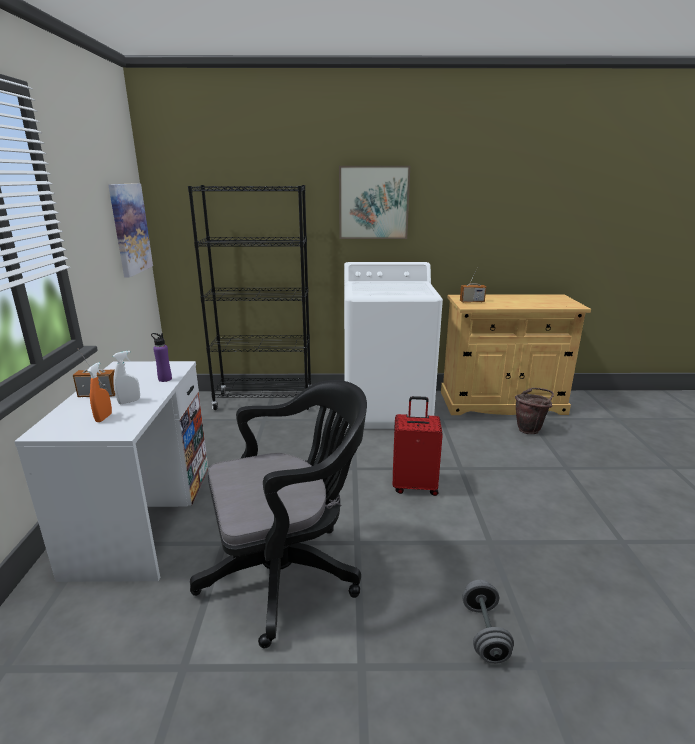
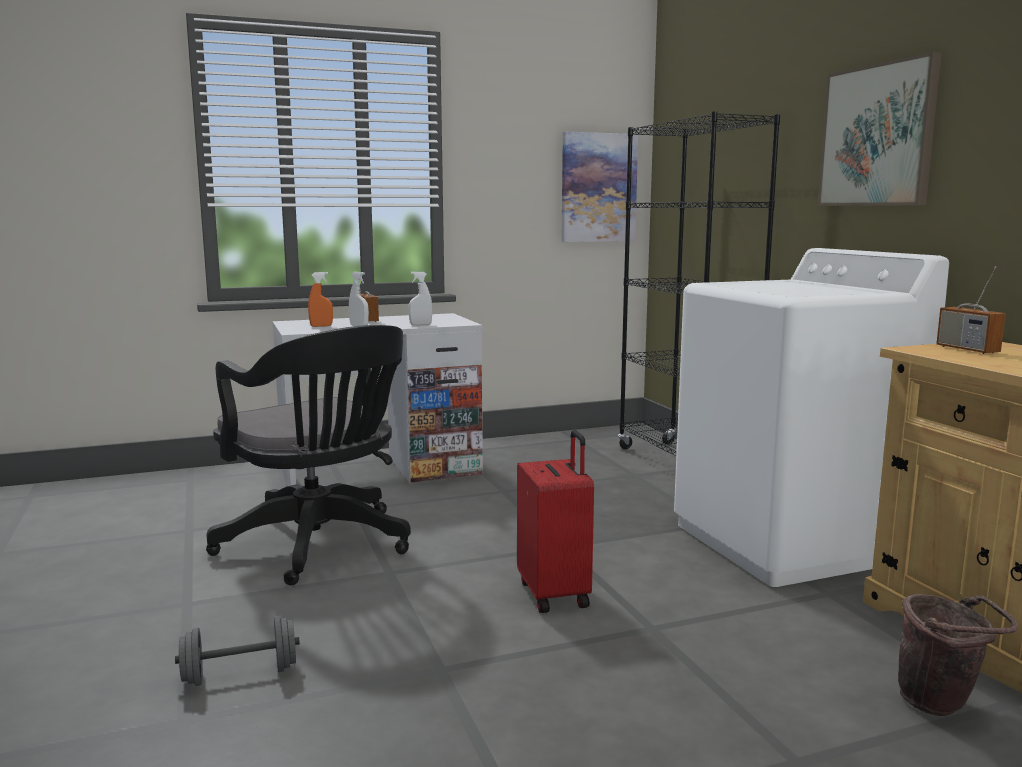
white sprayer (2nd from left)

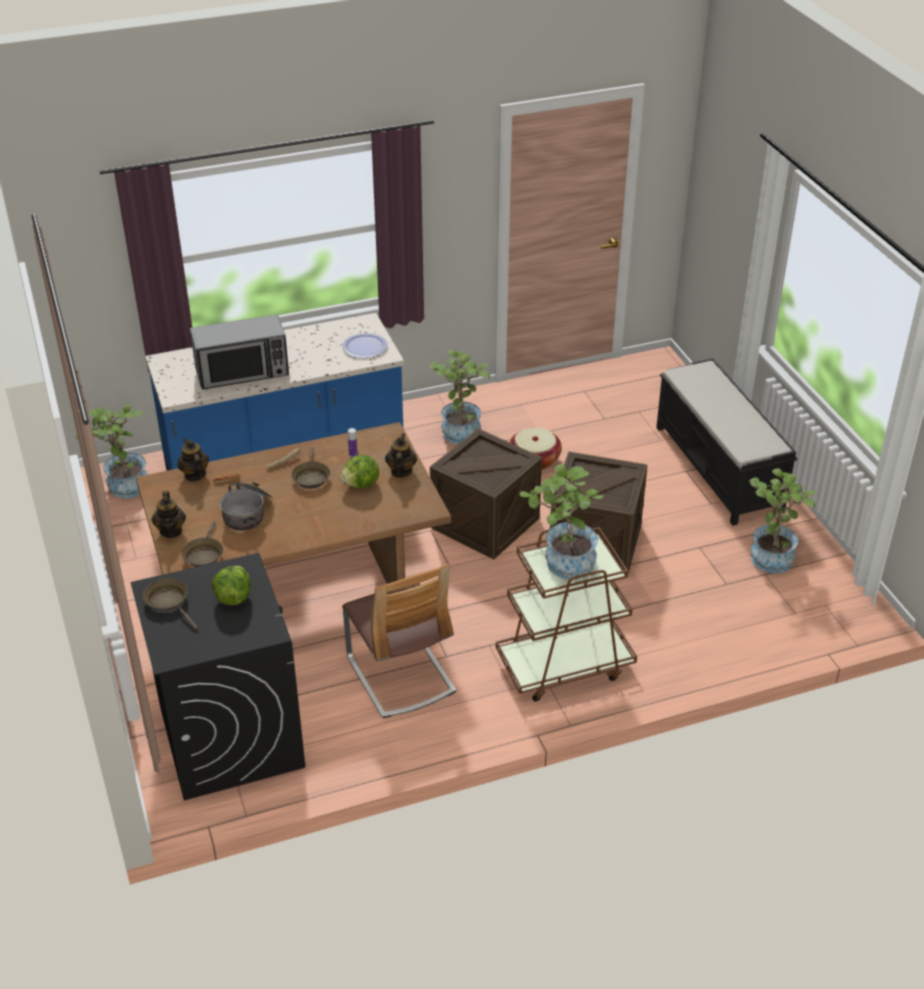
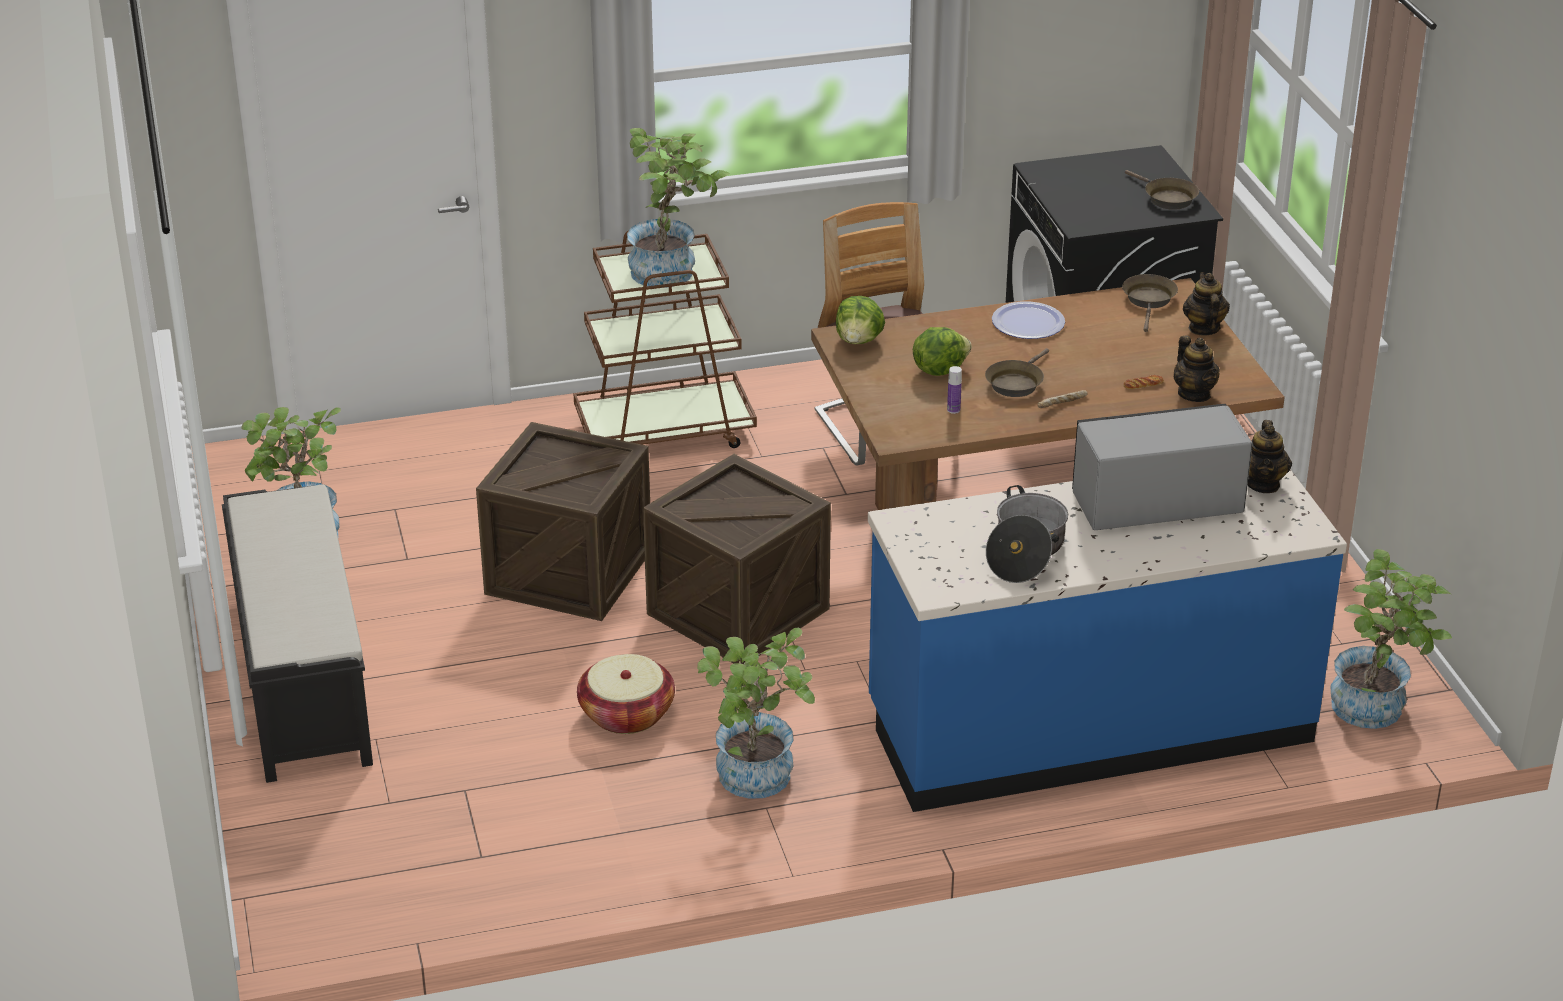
lettuce (1st from left)
brown skillet (1st from left)
saucepot
dinner plate
tea pot (3rd from left)

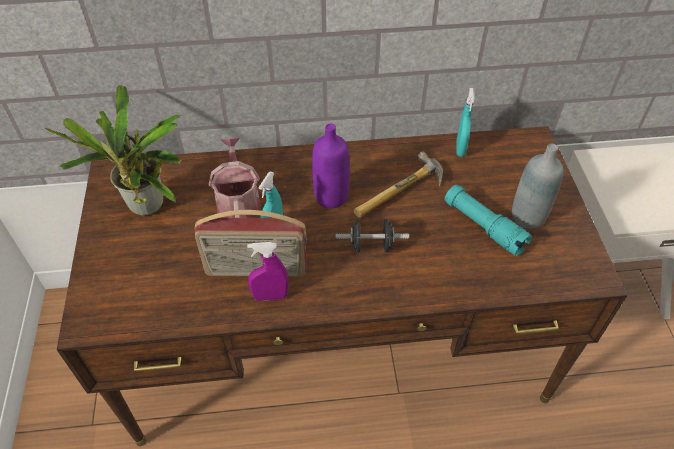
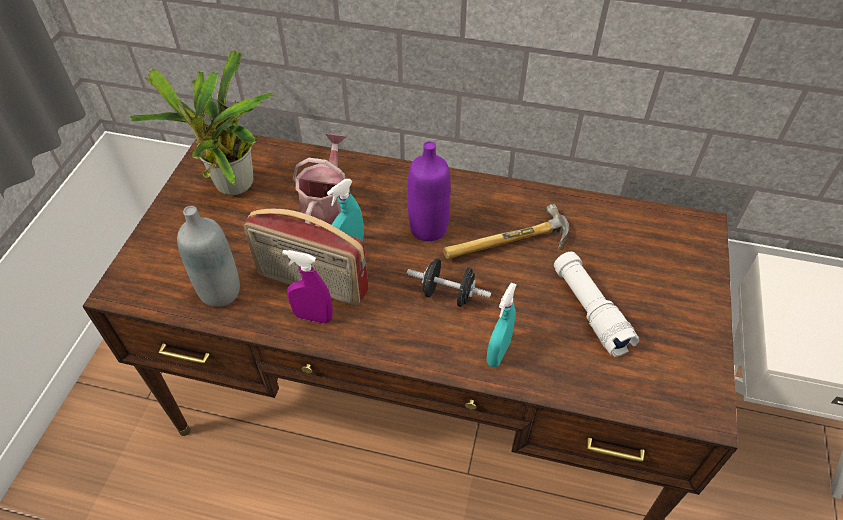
greyish drink bottle
turquoise sprayer (2nd from left)
white torch

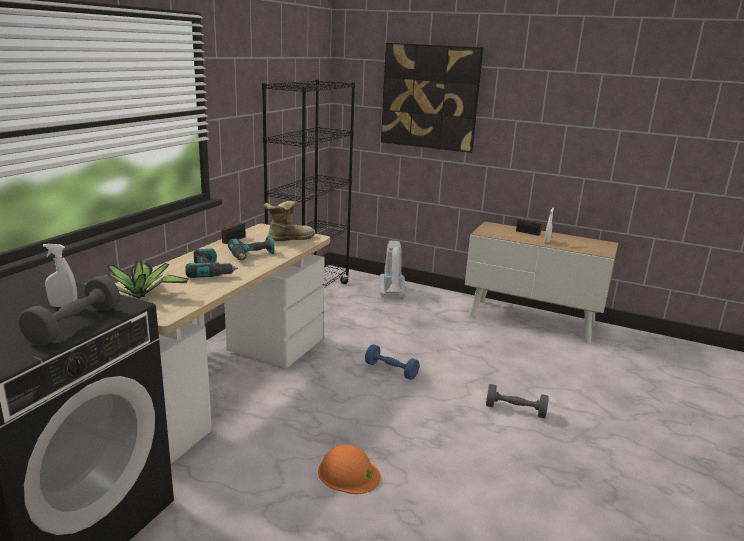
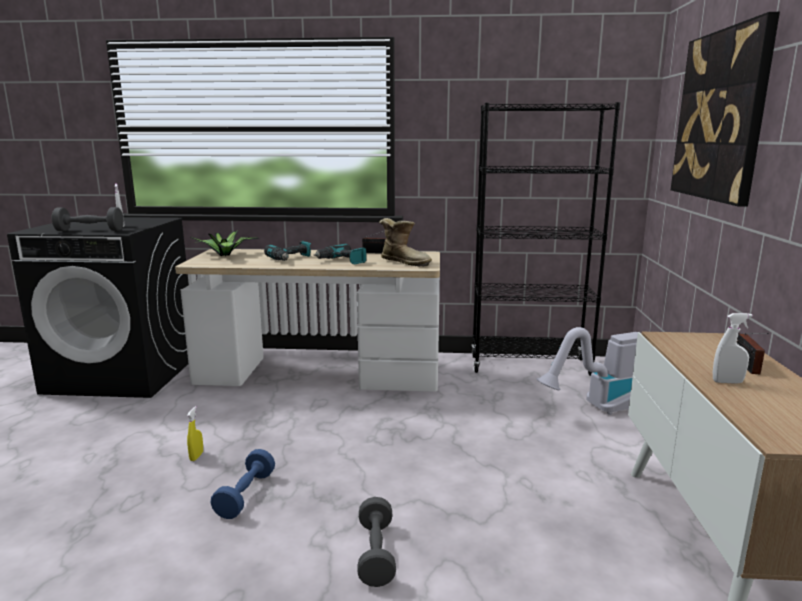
yellowish sprayer
blue-coloured dumbbell

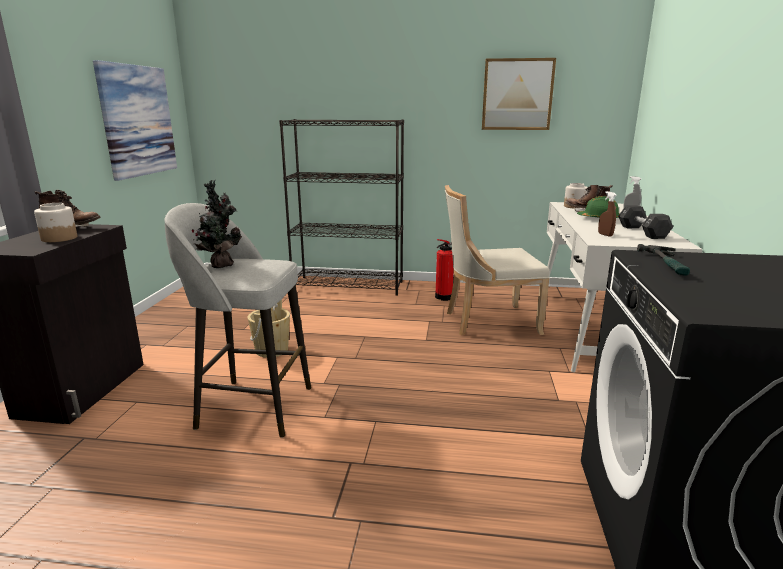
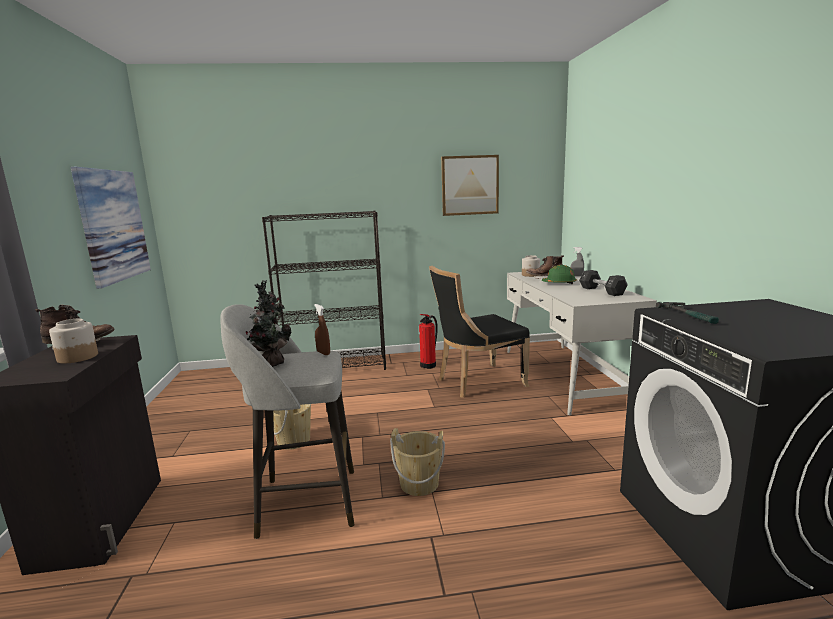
brown sprayer
sand-coloured water bucket (2nd from left)
blackish upright chair

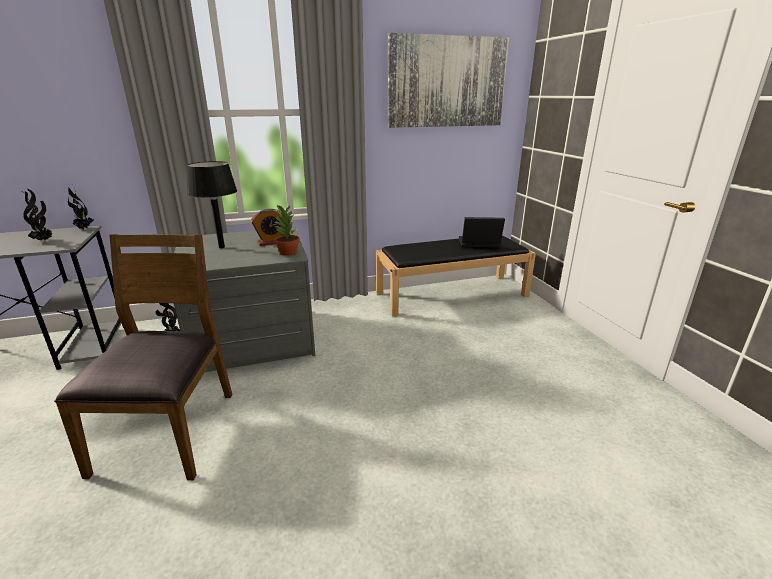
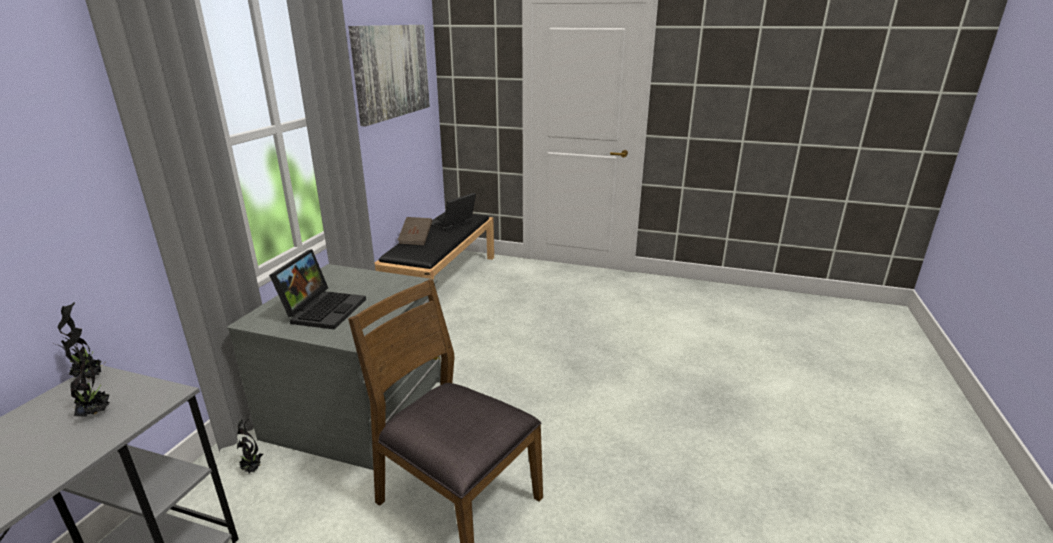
portable computer (1st from left)
brown book
bedside clock
plant in a pot (4th from left in the first image)

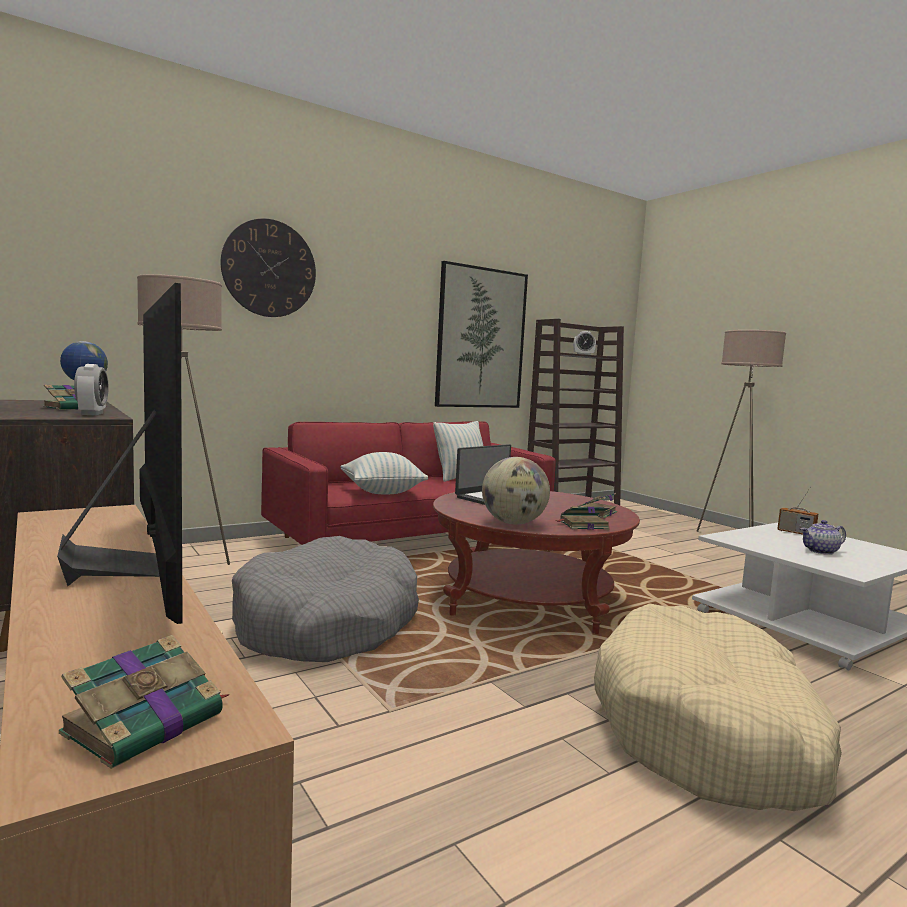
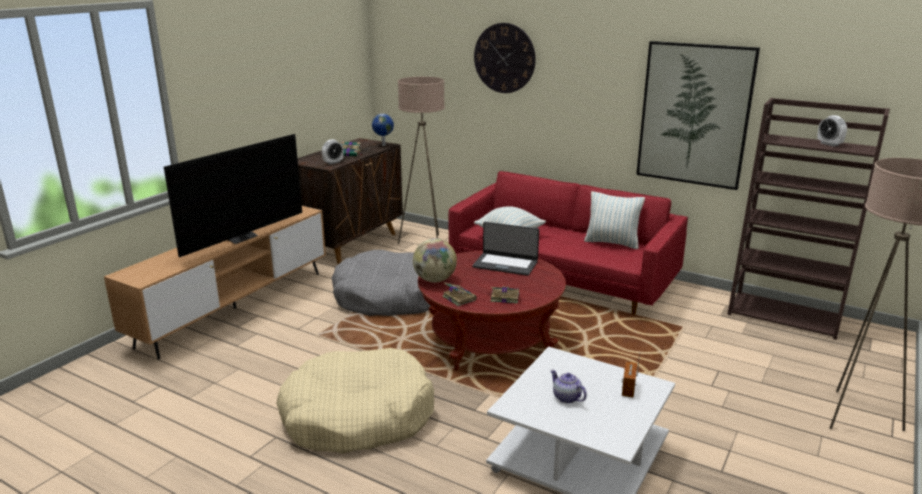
book (2nd from left in the first image)

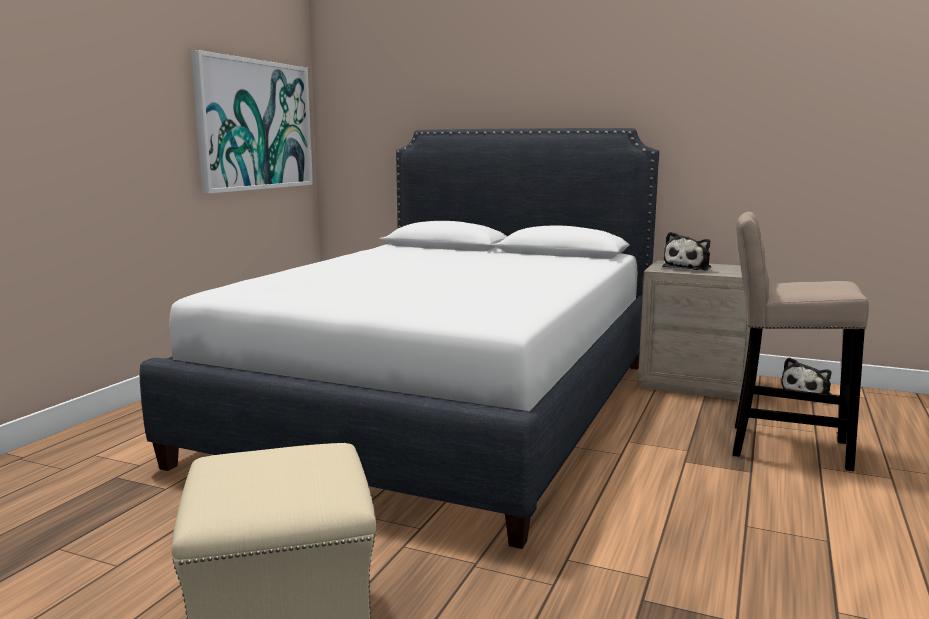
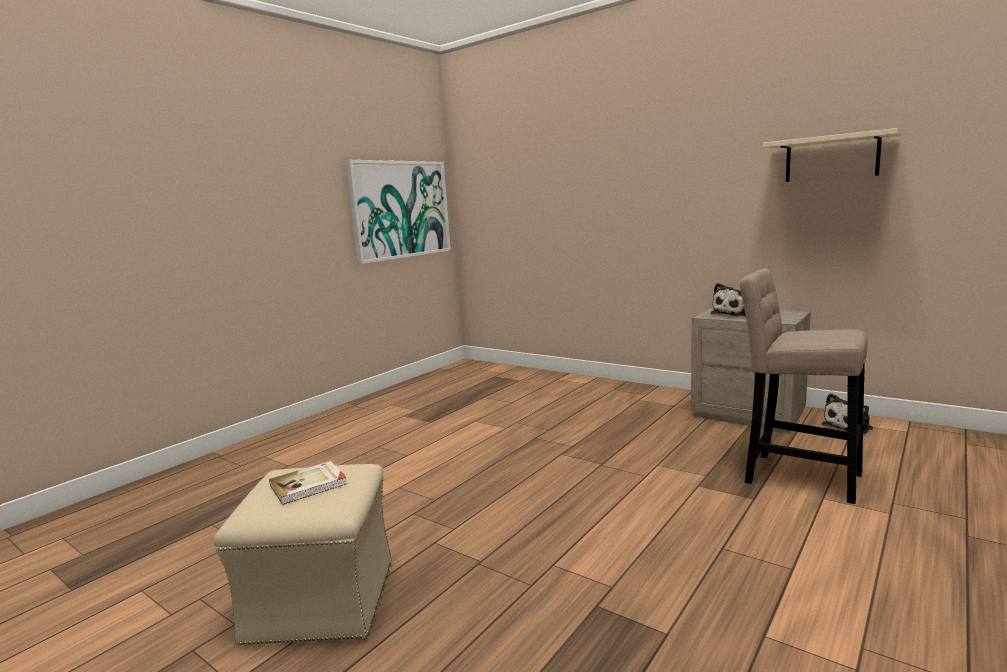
book
sand-coloured wall shelf
white bed

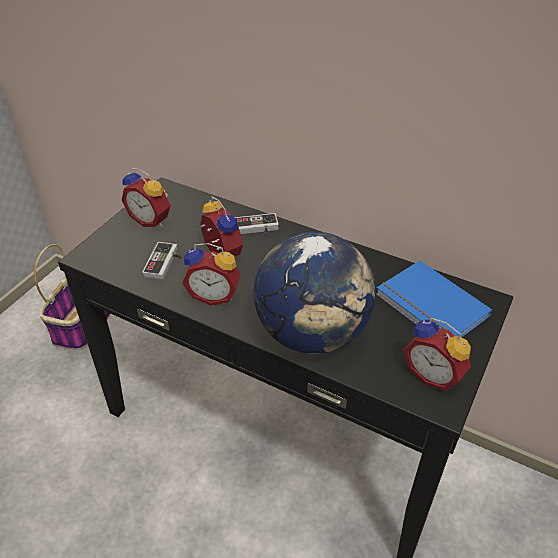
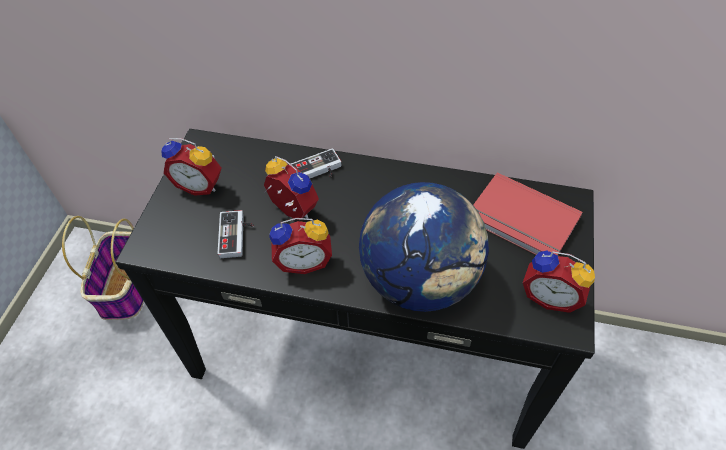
red book

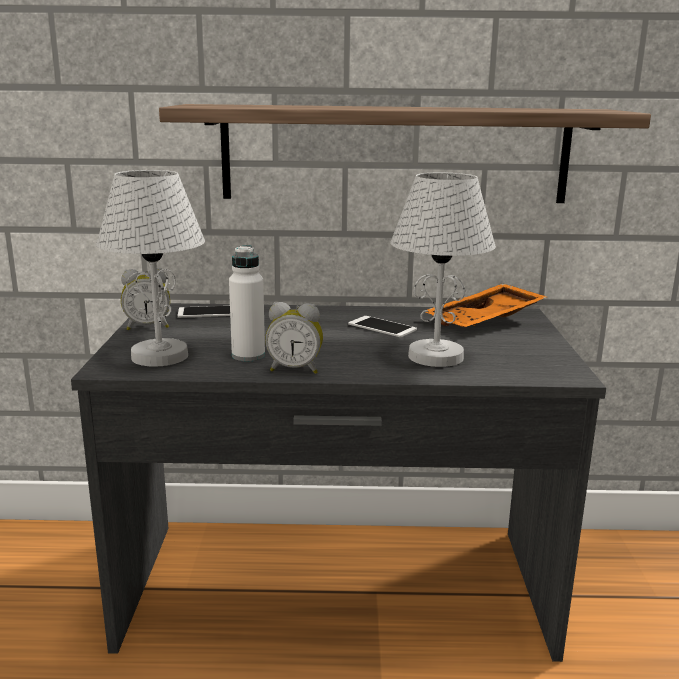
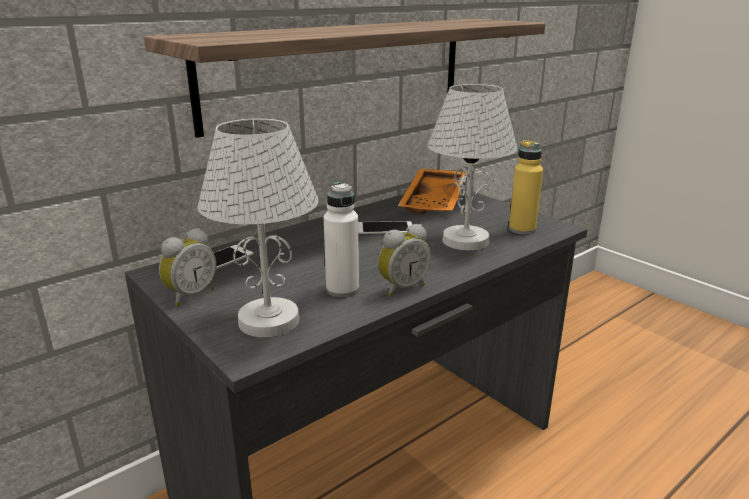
yellowish drink bottle

